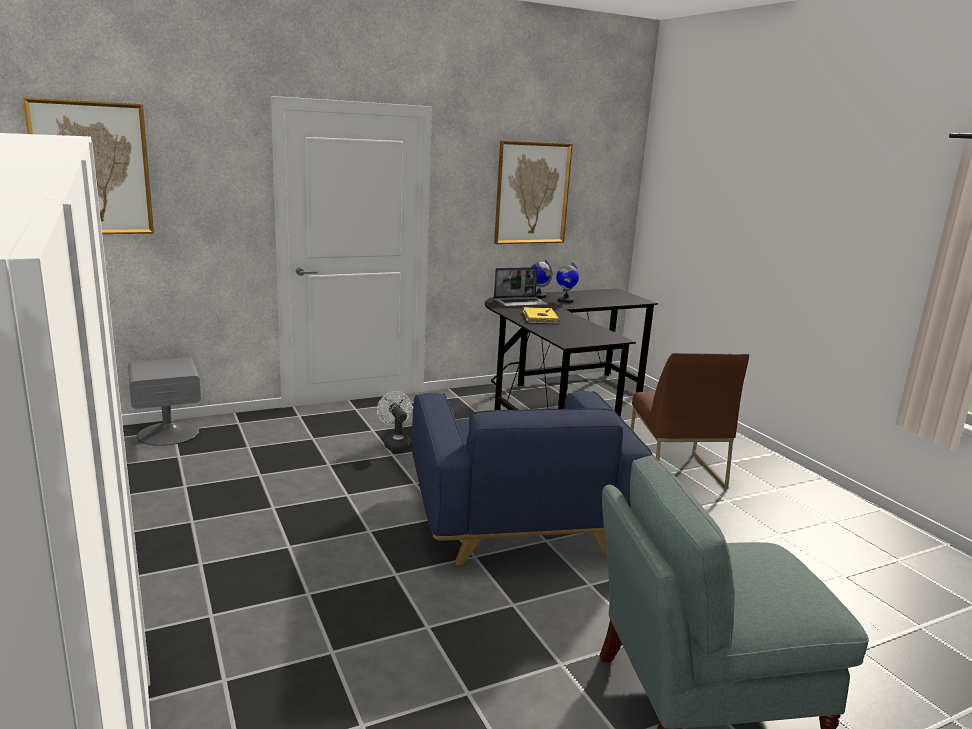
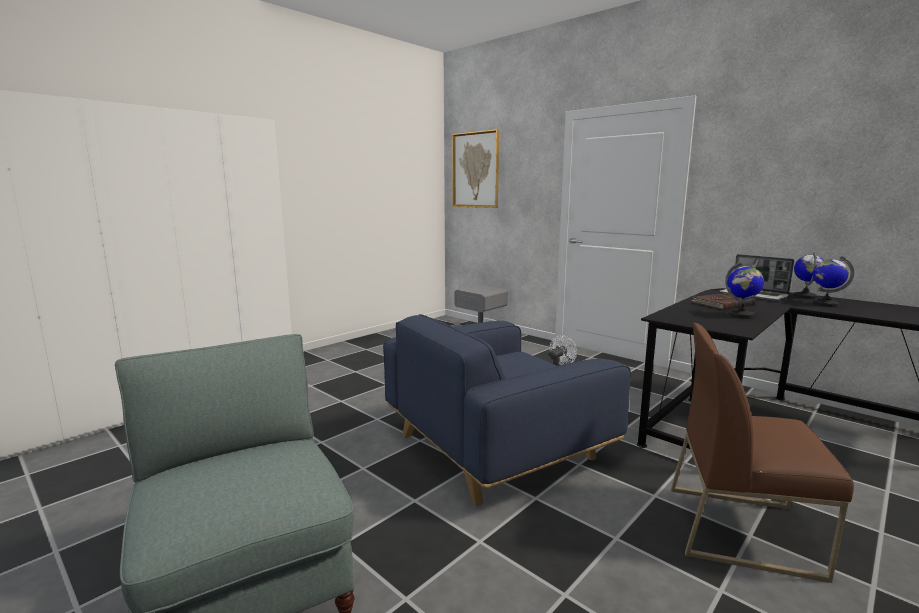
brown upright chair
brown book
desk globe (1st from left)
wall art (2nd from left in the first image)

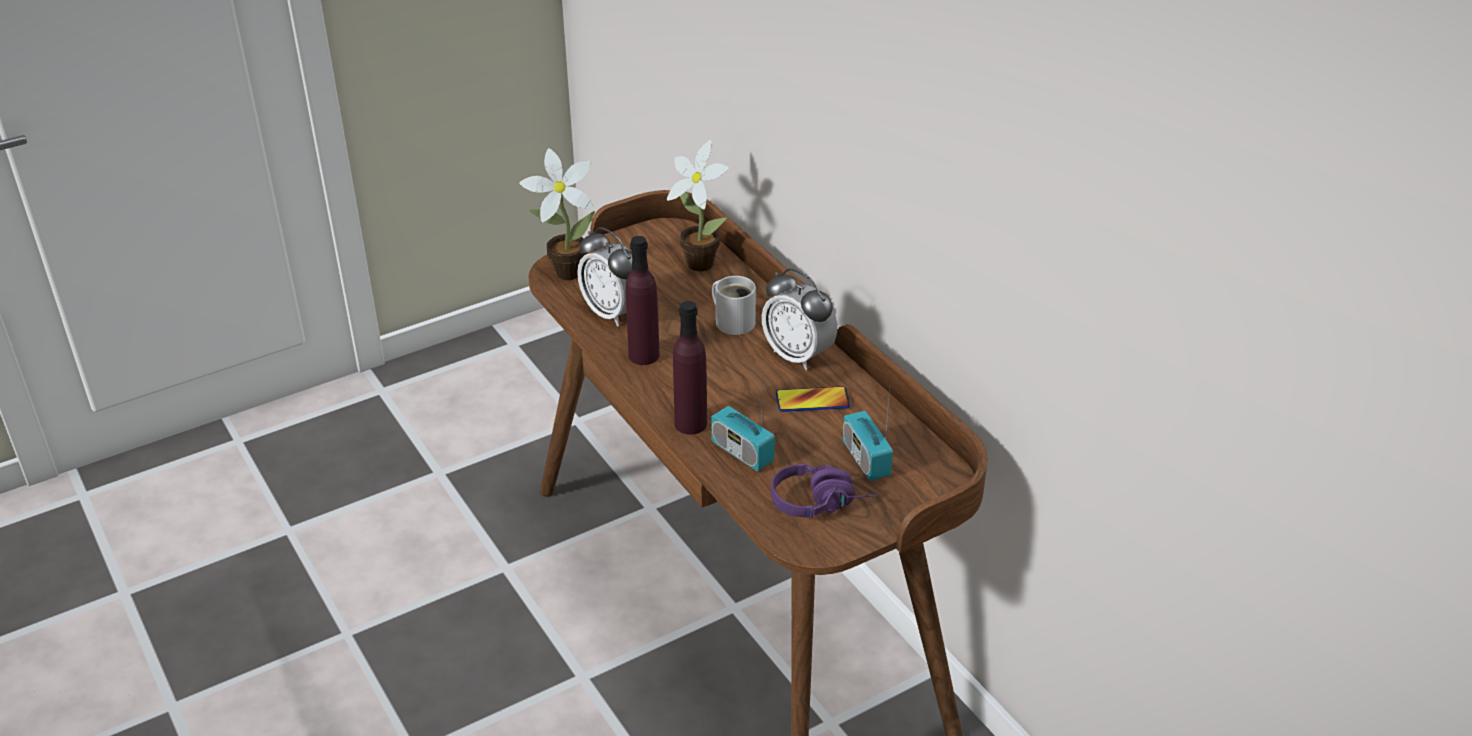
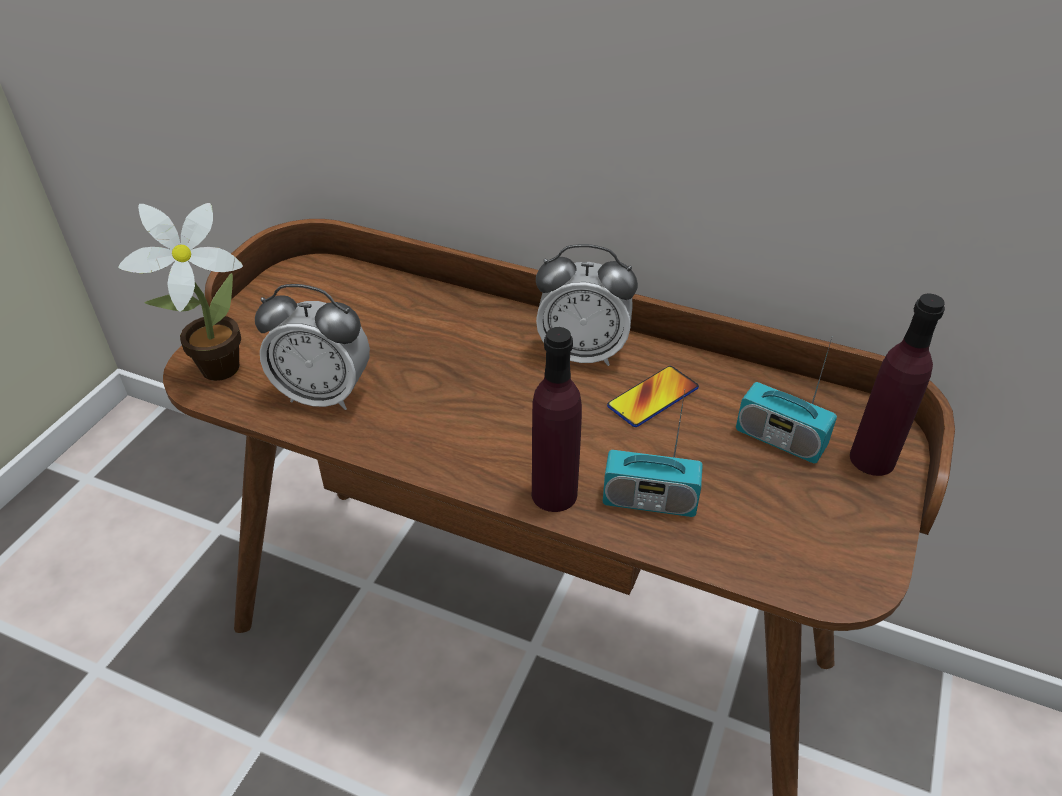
purple drink bottle (2nd from left)
plant in a pot (2nd from left in the first image)
white coffee mug
purple headphones

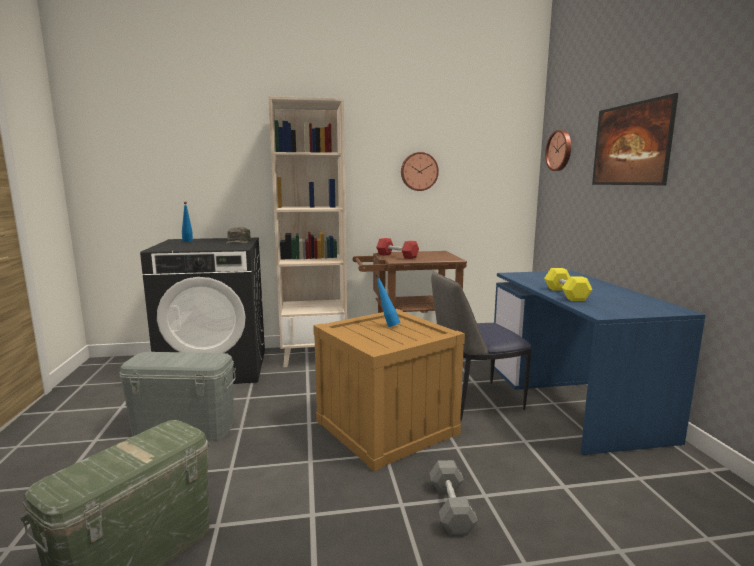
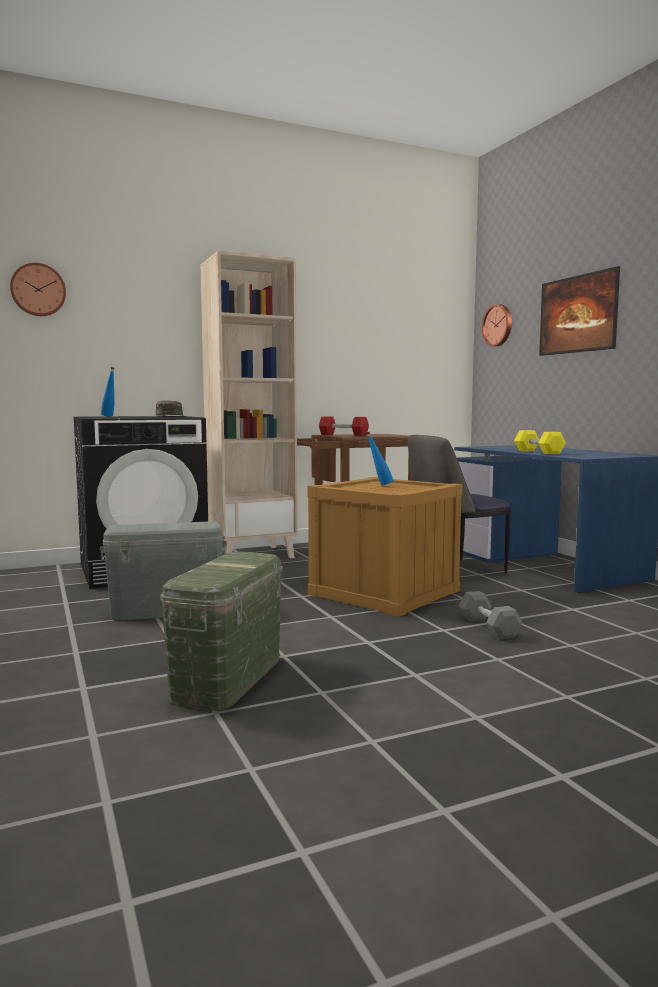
wall clock (1st from left)

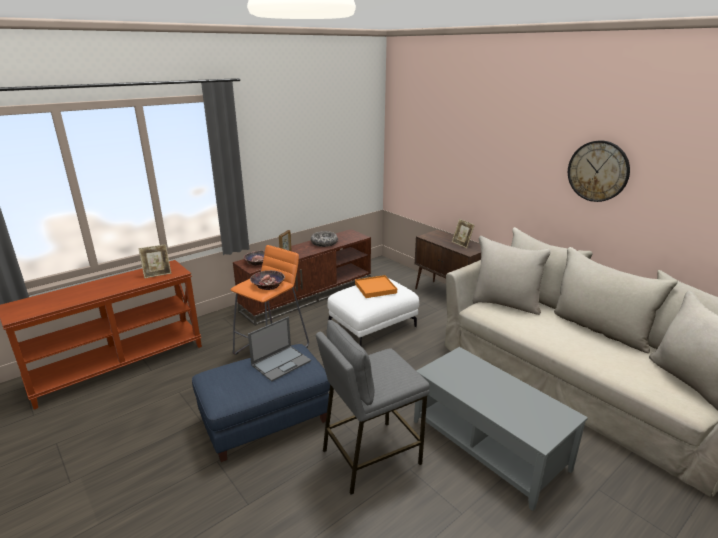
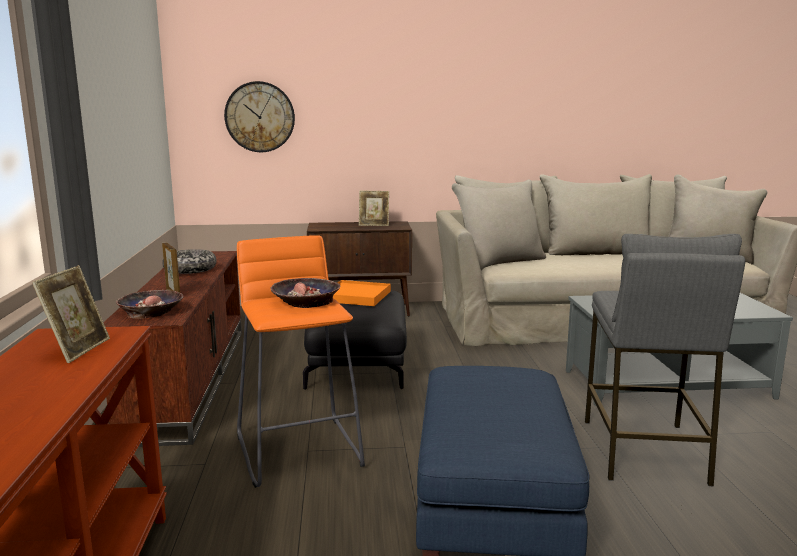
wall clock
blackish footrest
portable computer

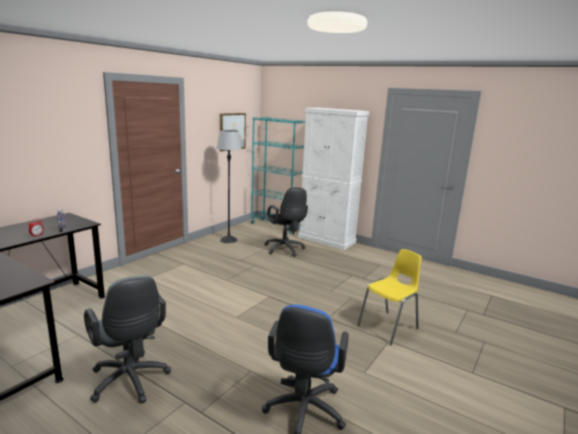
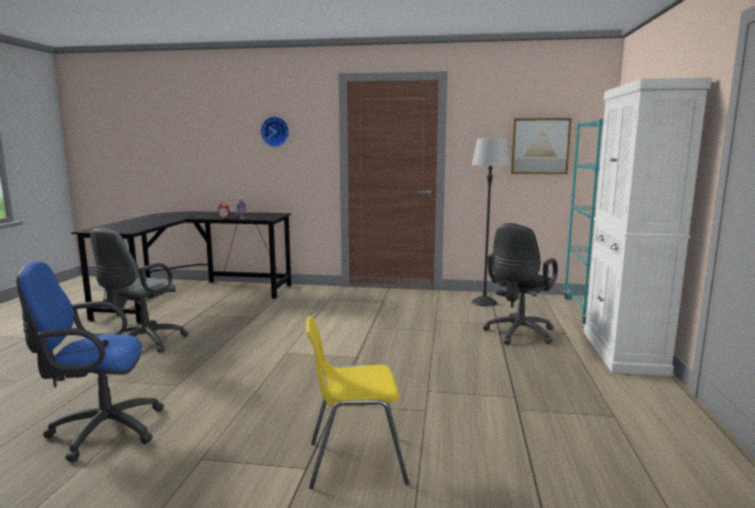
wall clock
yellowish upright chair

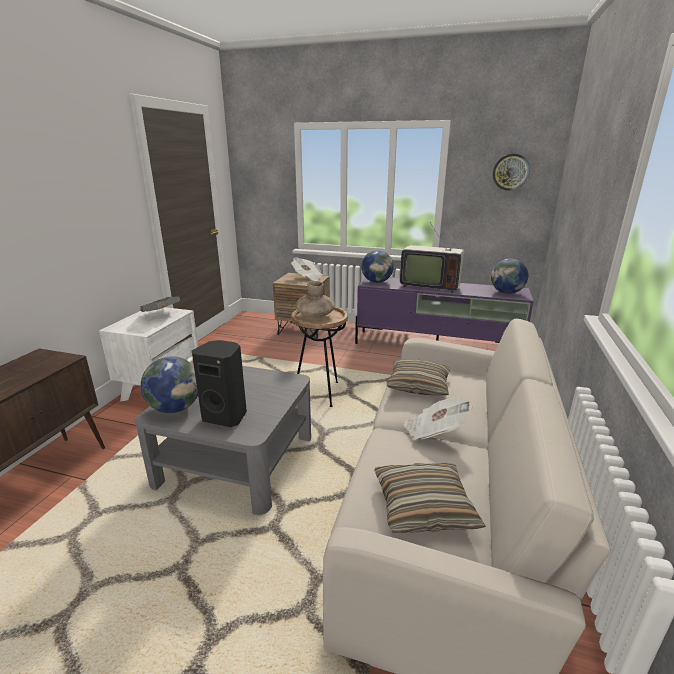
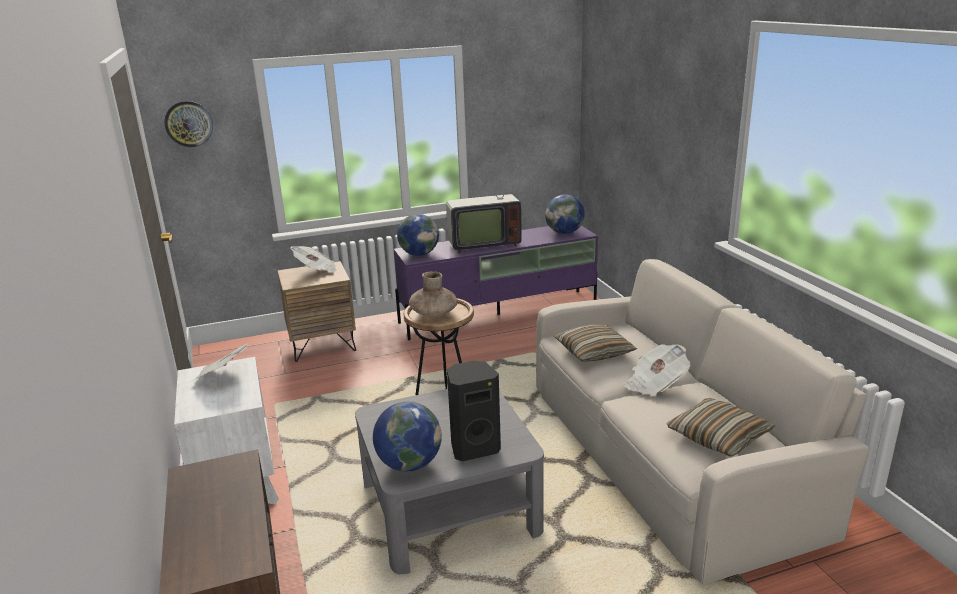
wall clock

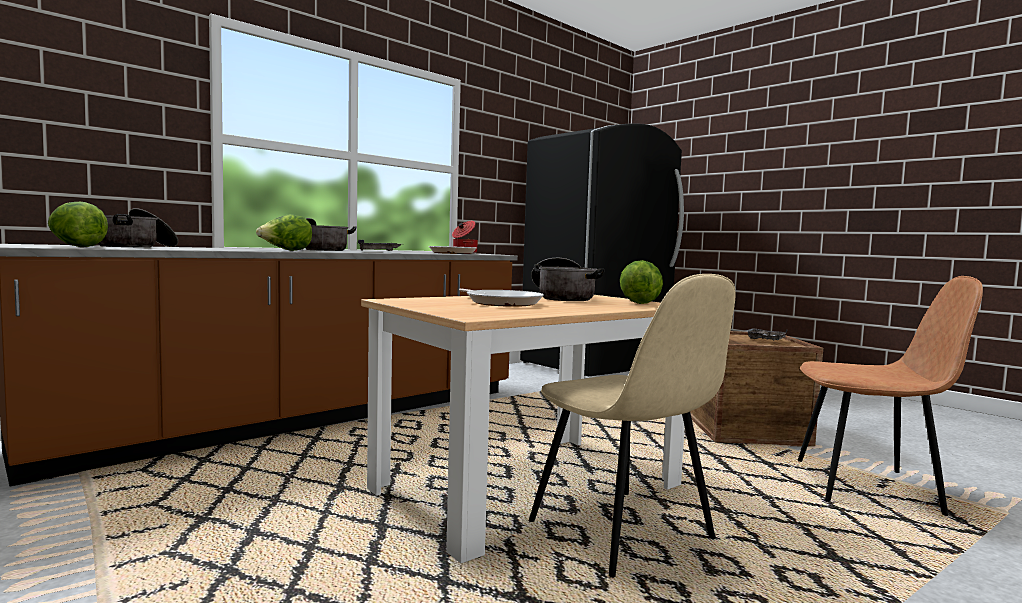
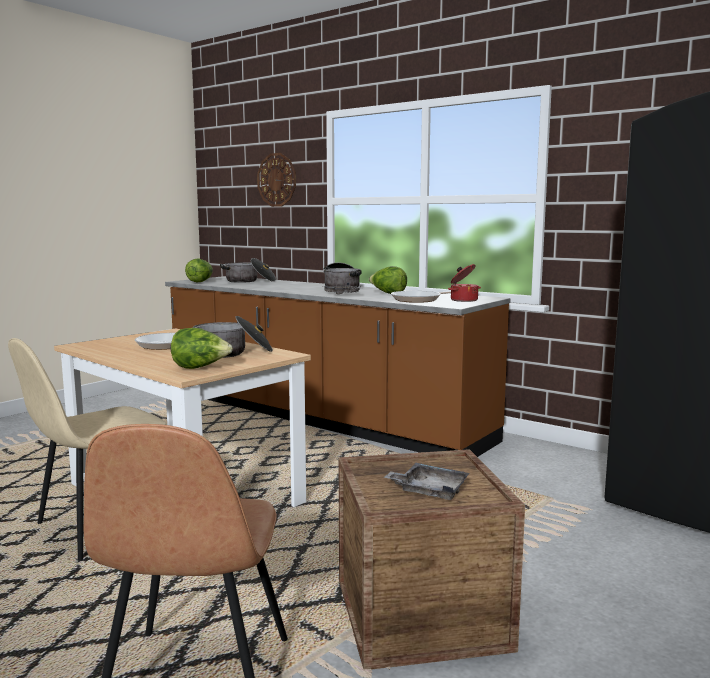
wall clock
lettuce (3rd from left)

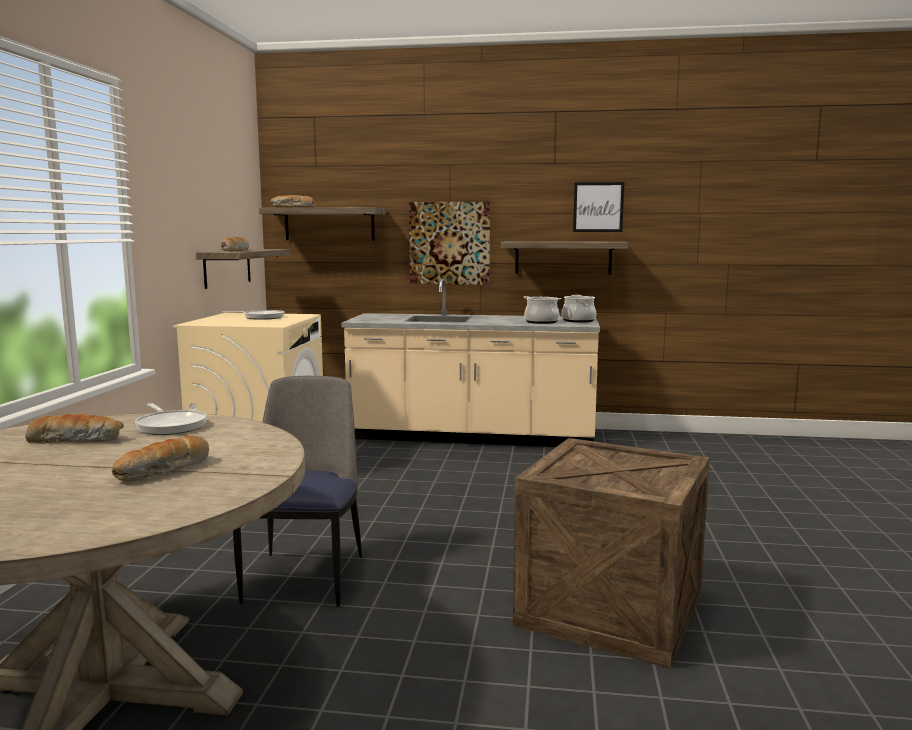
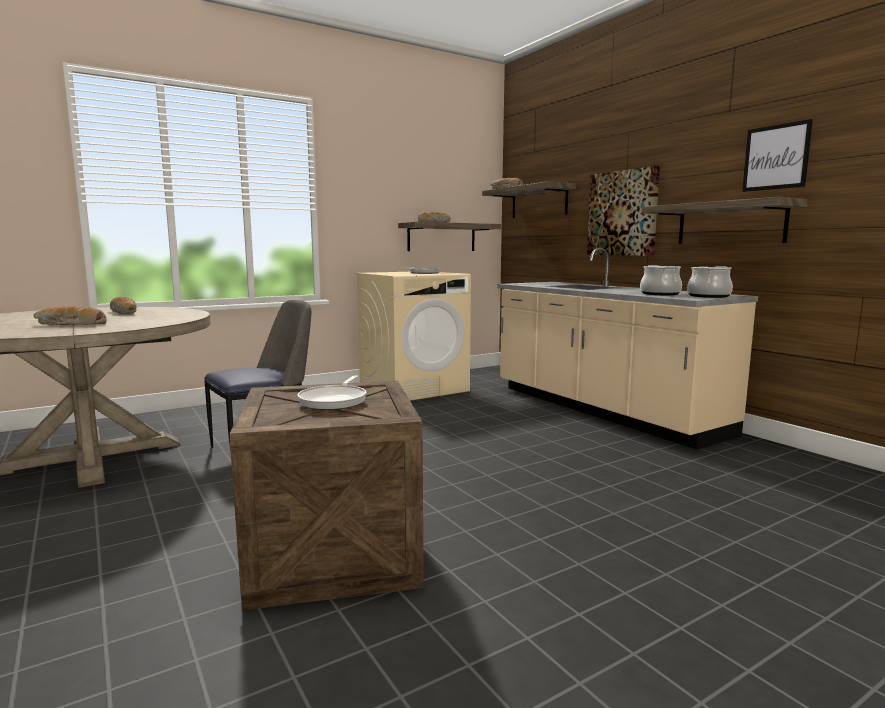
skillet (1st from left)

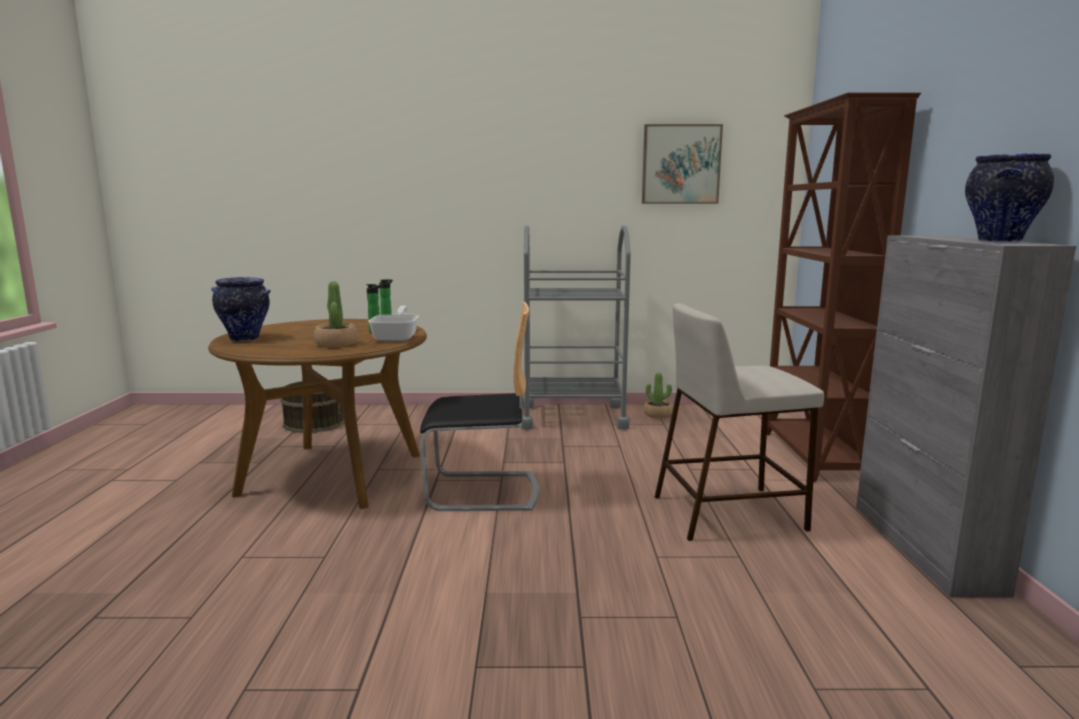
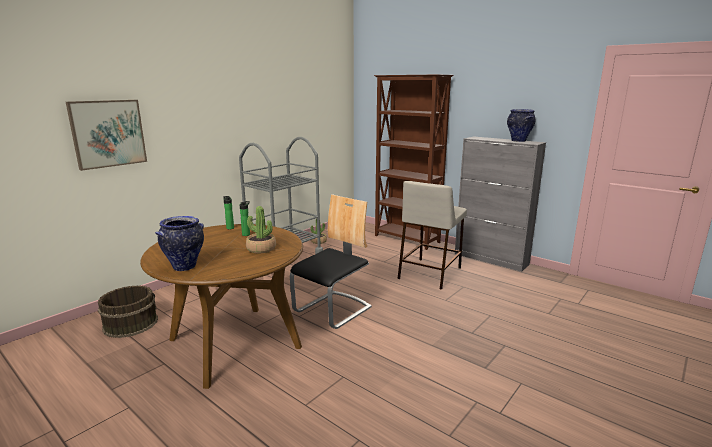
wall art
skillet

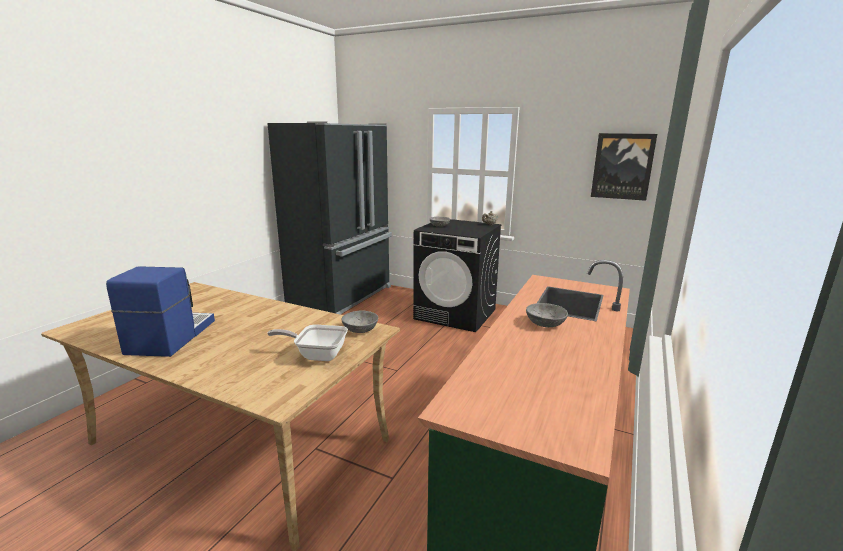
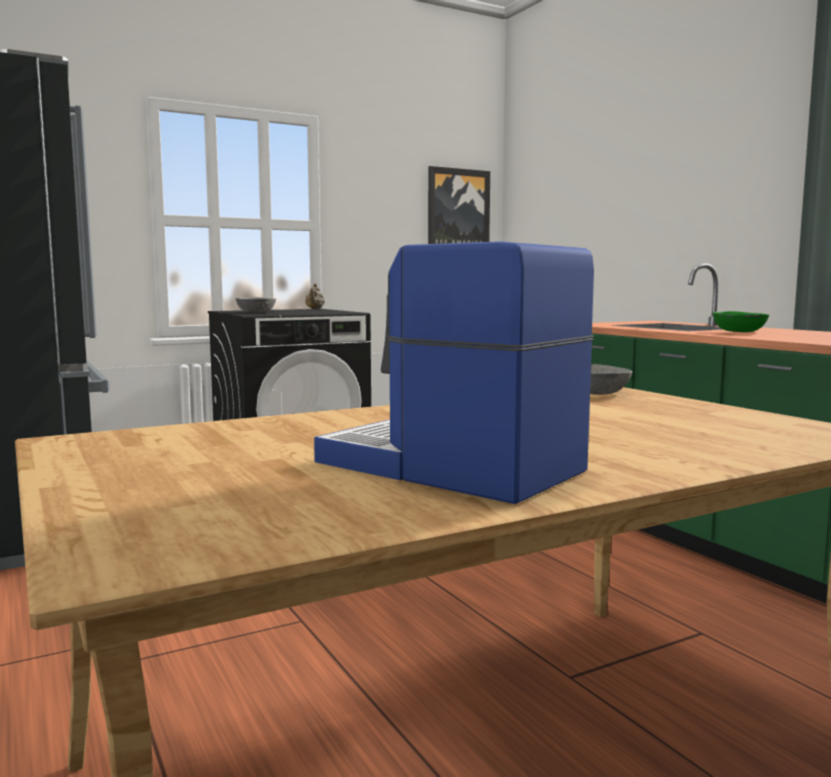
green deep dish
skillet

